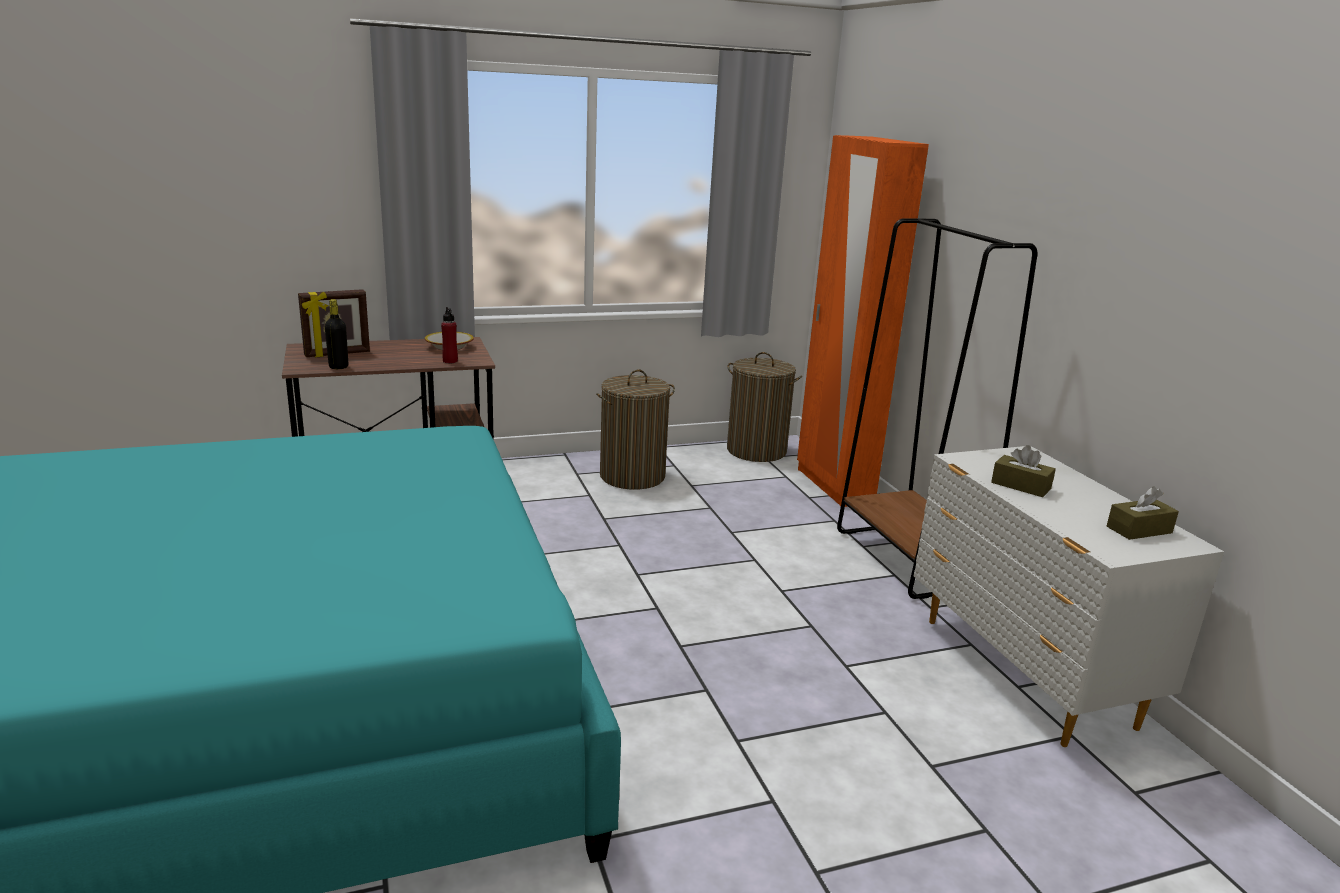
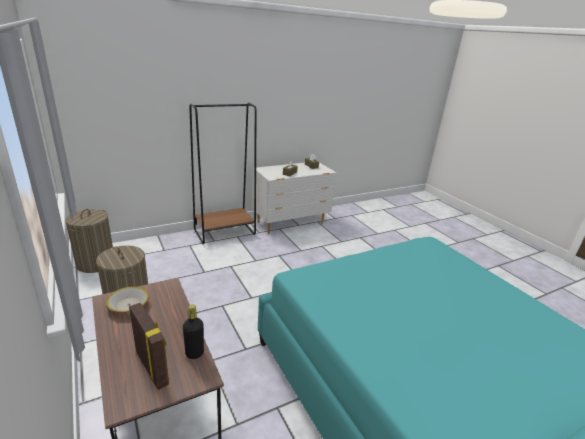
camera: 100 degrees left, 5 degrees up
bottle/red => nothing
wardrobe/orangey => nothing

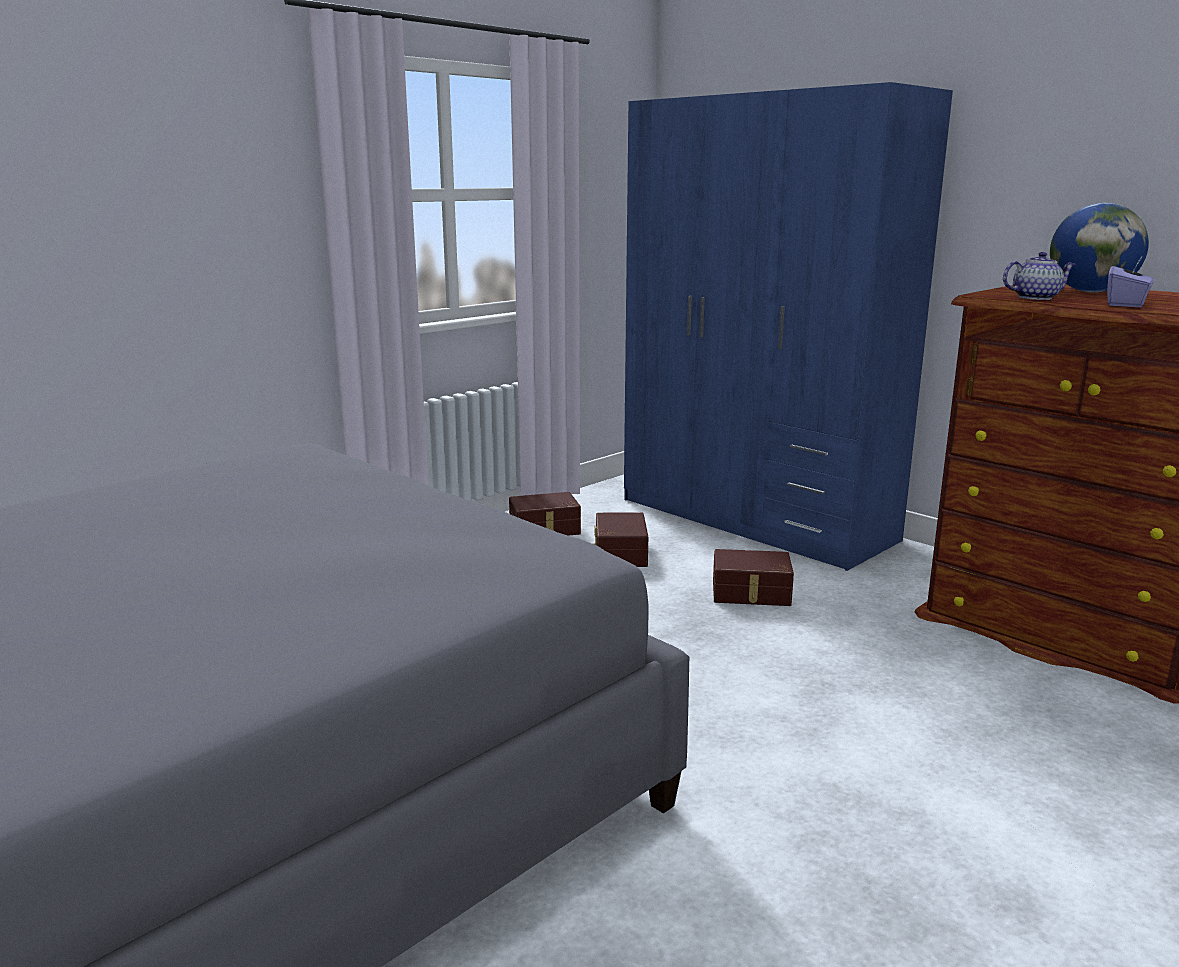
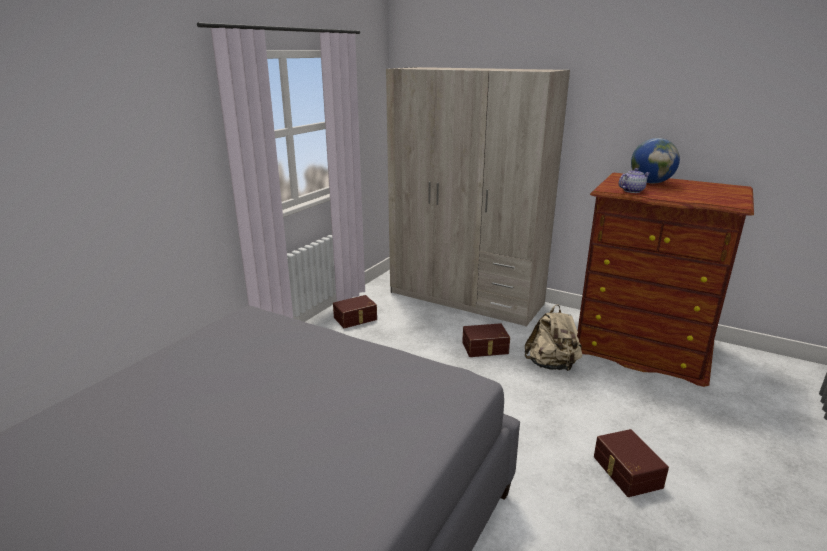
camera: 15 degrees left, 5 degrees up
tissue holder/purplish => nothing
nothing => knapsack/beige-coloured
storage bin/brownish (2nd from left in the first image) => storage bin/brownish (3rd from left), move
wardrobe/blue => wardrobe/beige-coloured

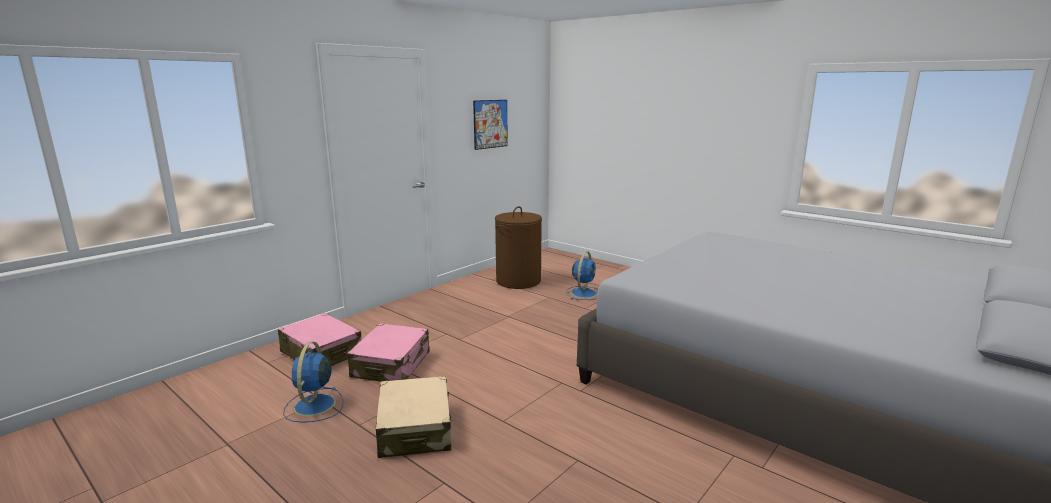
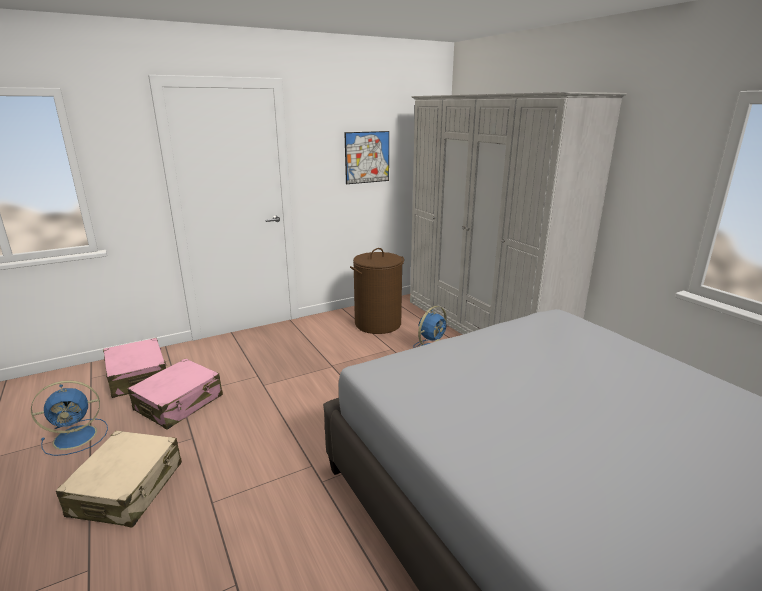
camera: 20 degrees right, 5 degrees up
nothing => wardrobe/whitish
cooling fan/blue (1st from left), 135 degrees counterclockwise

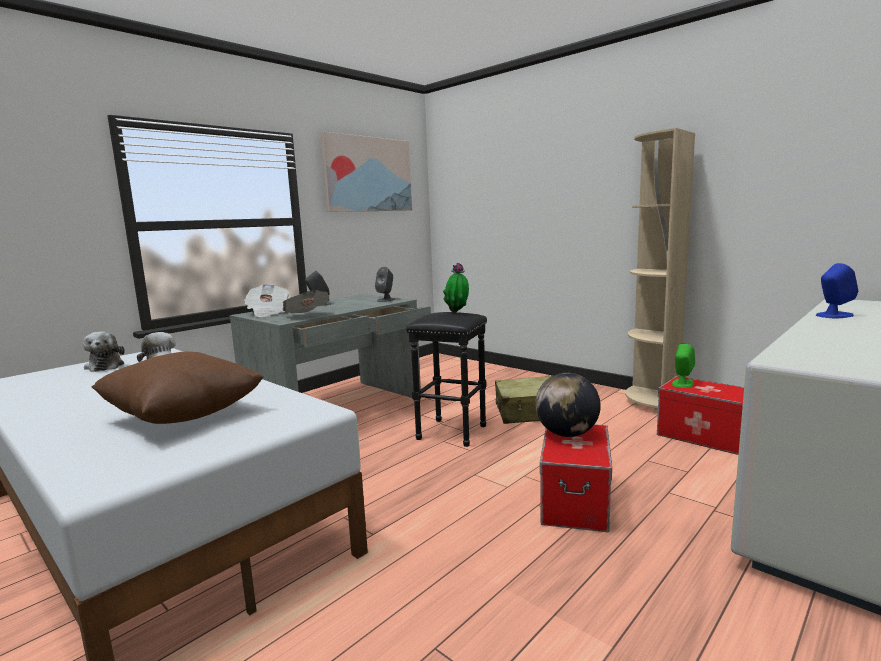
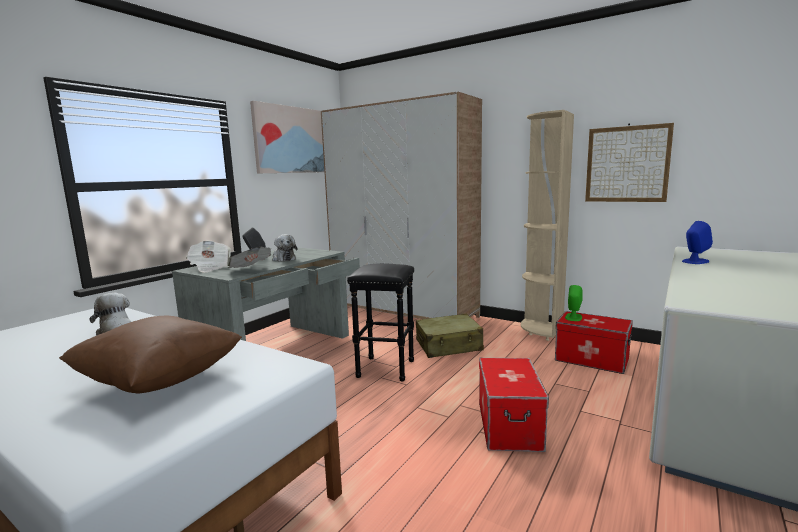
camera: 10 degrees left, 0 degrees up
audio speaker/grey (2nd from left) => nothing
houseplant => nothing
world globe => nothing
nothing => wardrobe/whitish
nothing => wall art (2nd from left)
soft toy (1st from left in the first image) => soft toy (2nd from left), move

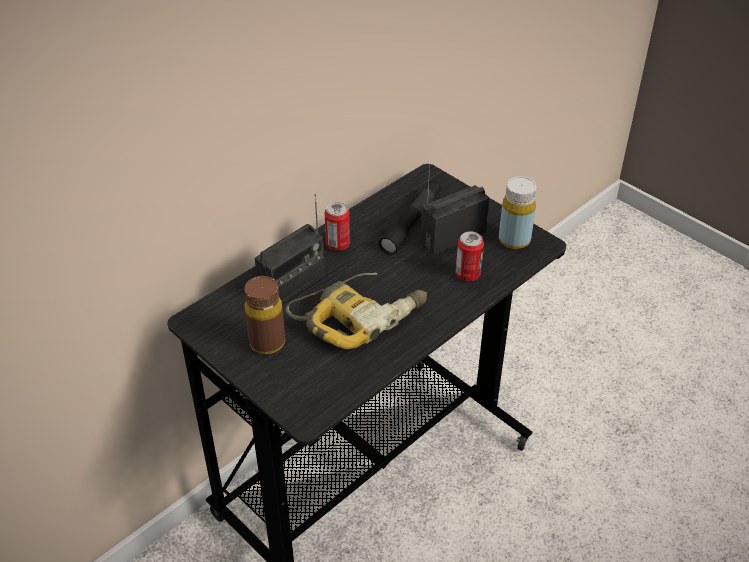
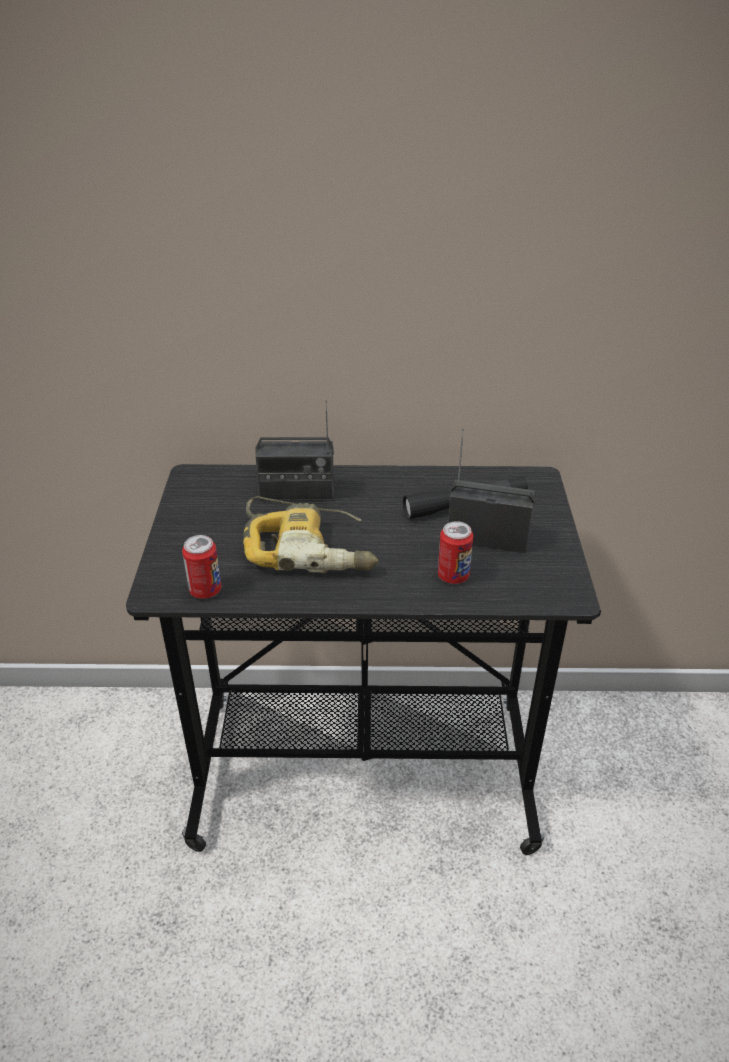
camera: 45 degrees right, 5 degrees down
bottle/brownish => nothing
bottle/yellow => nothing
metal can (1st from left), move

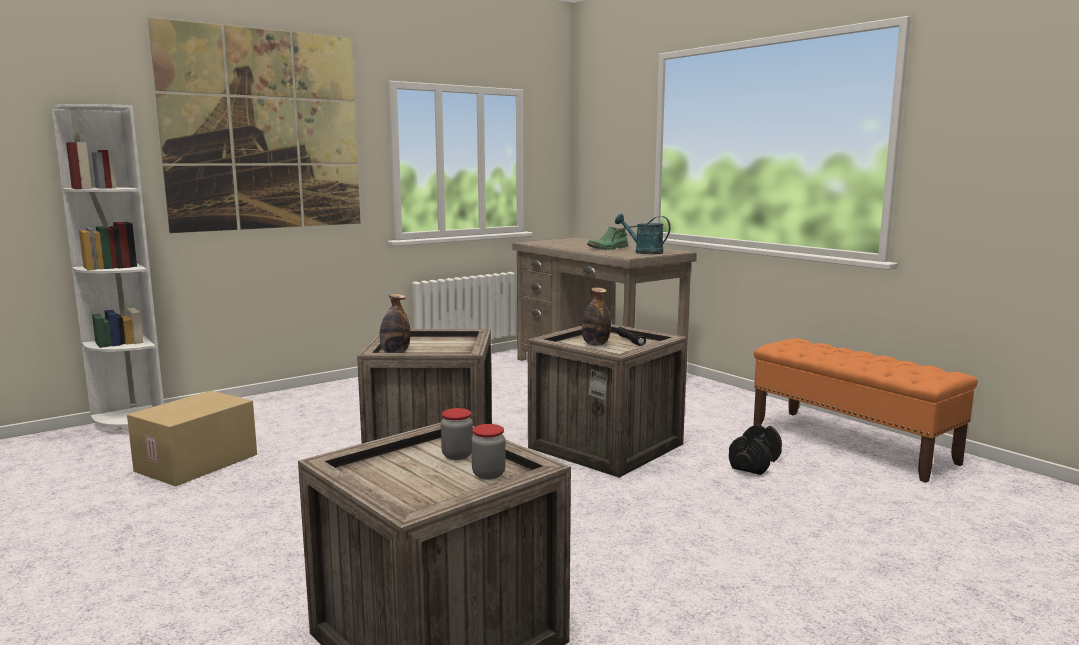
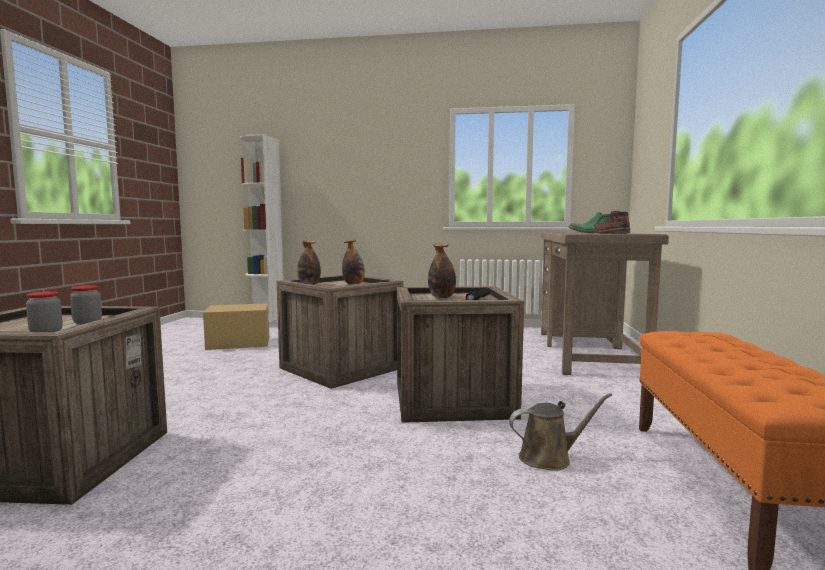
camera: 45 degrees right, 5 degrees down
wall art => nothing
nothing => bottle (2nd from left)
sprinkling can/turquoise-coloured => boot/brownish
hand weight/blackish => sprinkling can/brownish

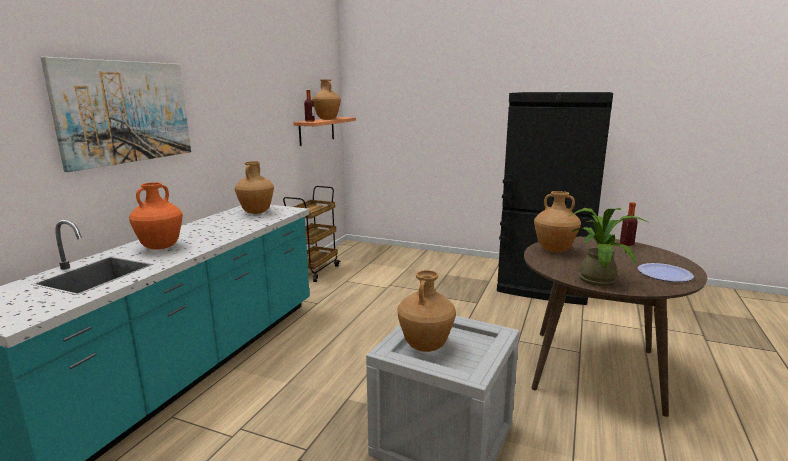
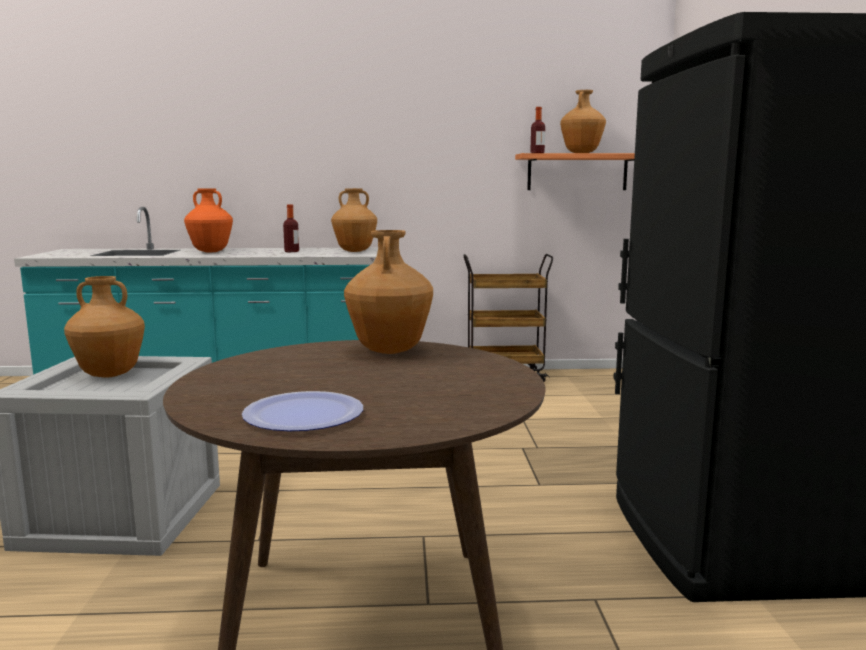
camera: 65 degrees right, 5 degrees down
wall art => nothing
houseplant => nothing
bottle (2nd from left in the first image) => bottle (1st from left), move

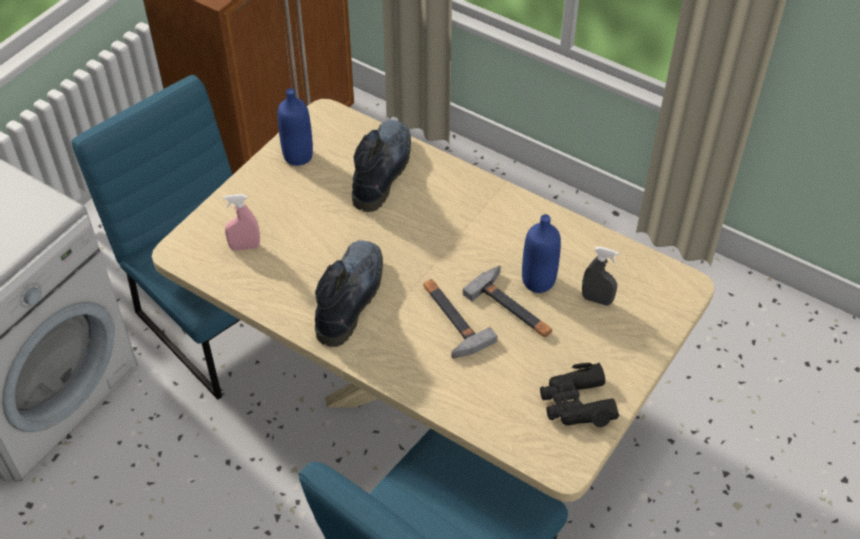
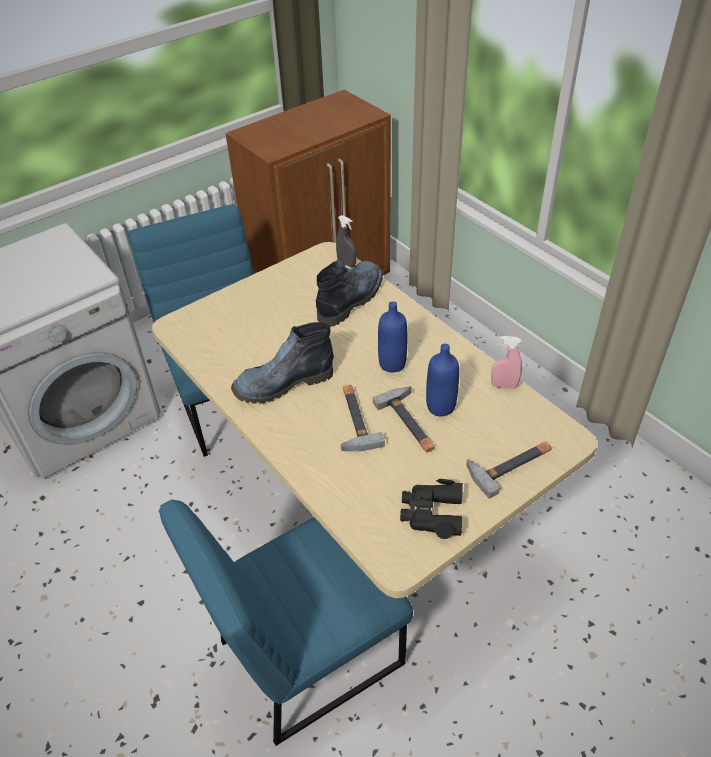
camera: 20 degrees right, 5 degrees down
nothing => hammer (3rd from left)
hand sprayer/pinkish, move
bottle/blue (1st from left), move
hand sprayer/grey, move
boot (1st from left), 150 degrees counterclockwise

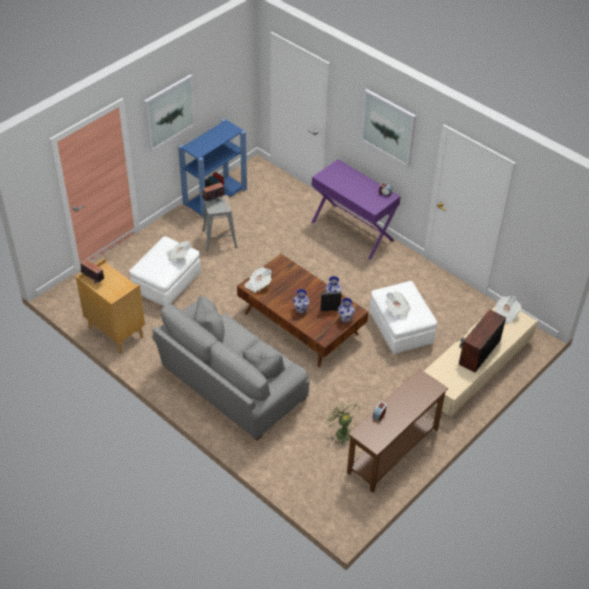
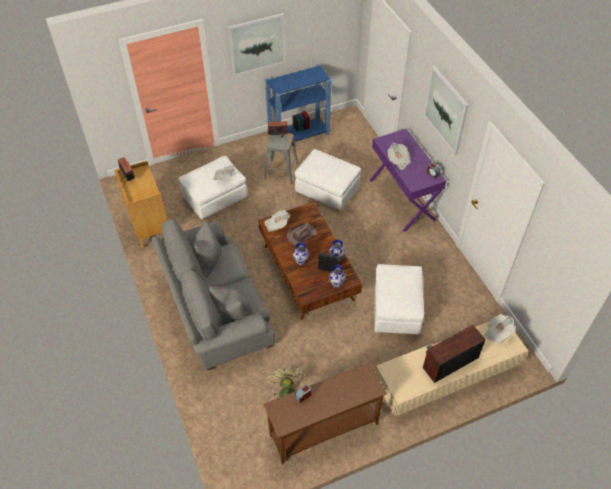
camera: 25 degrees right, 5 degrees up
nothing => hat/brownish
nothing => pouffe/whitish (2nd from left)
printed paper (3rd from left), move

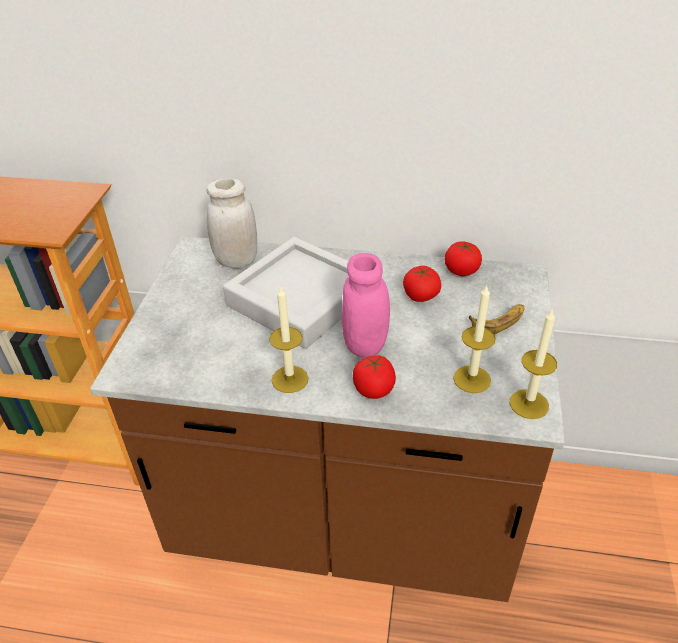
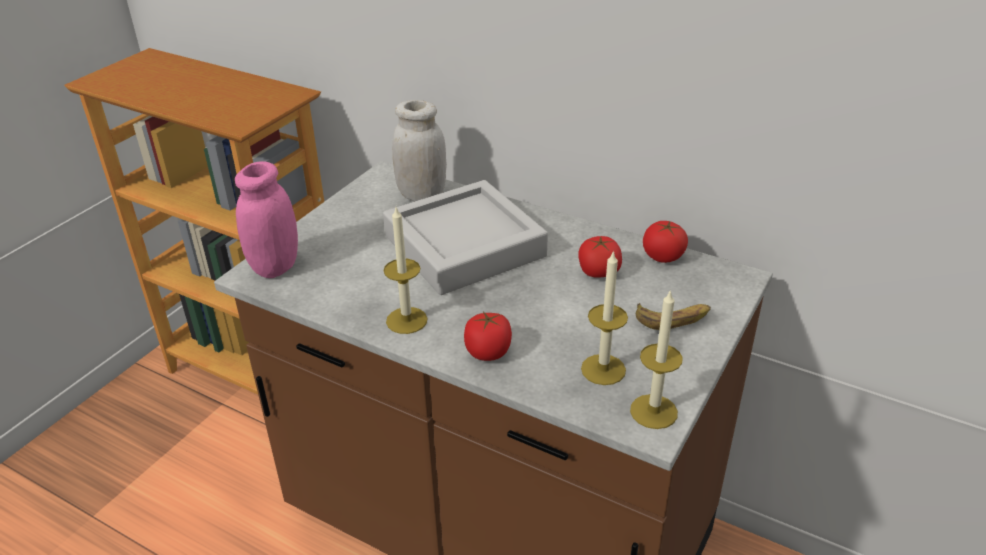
camera: 20 degrees right, 5 degrees down
preserve jar/pinkish, move

